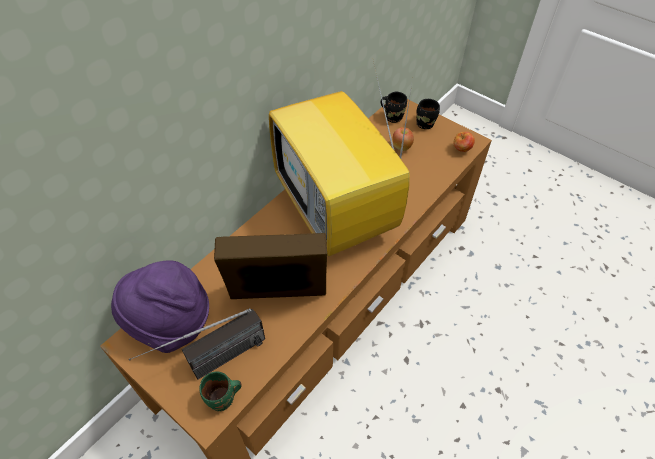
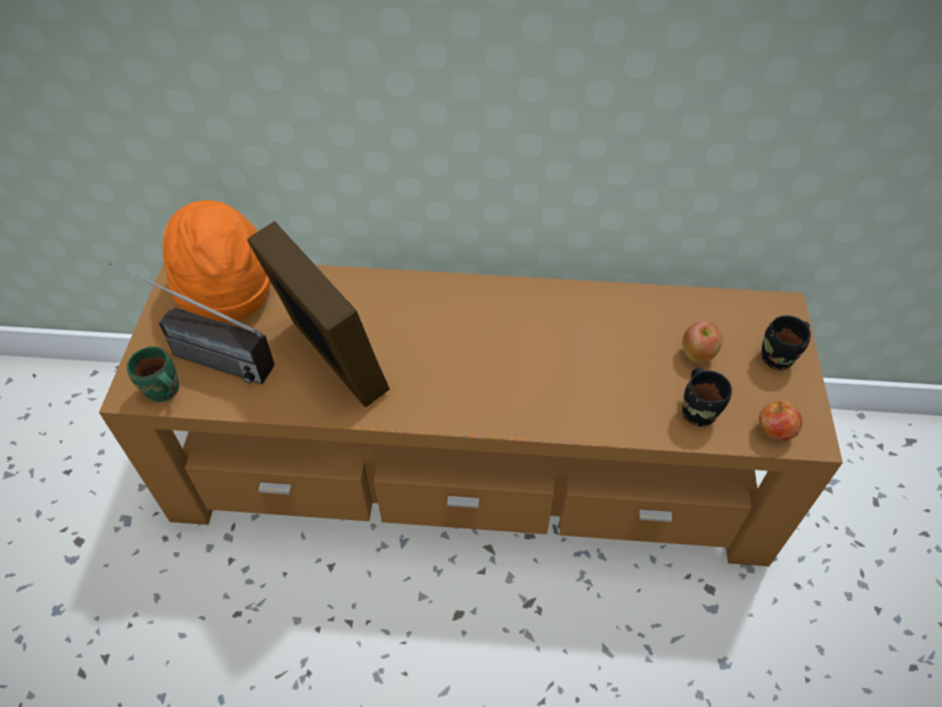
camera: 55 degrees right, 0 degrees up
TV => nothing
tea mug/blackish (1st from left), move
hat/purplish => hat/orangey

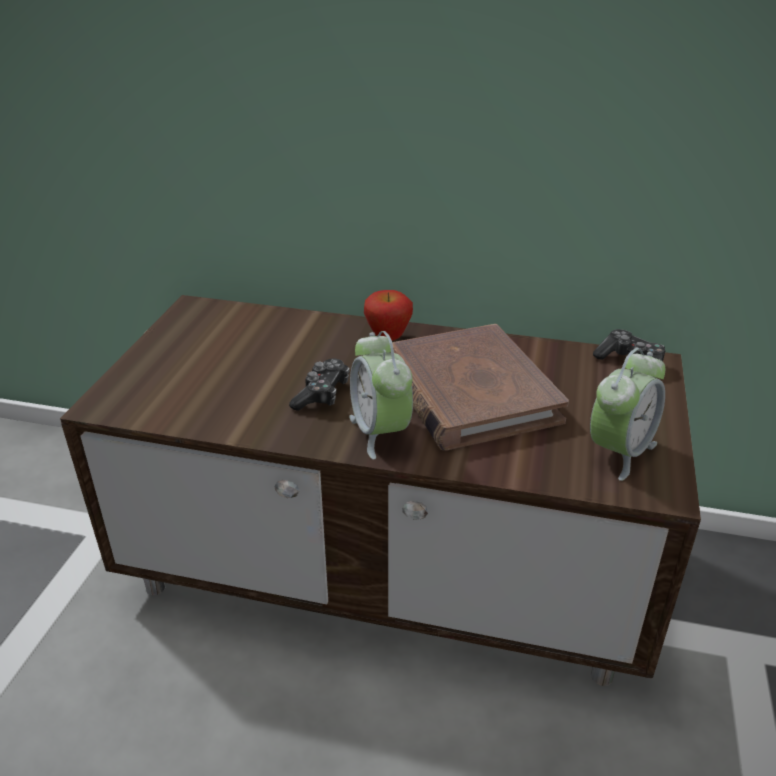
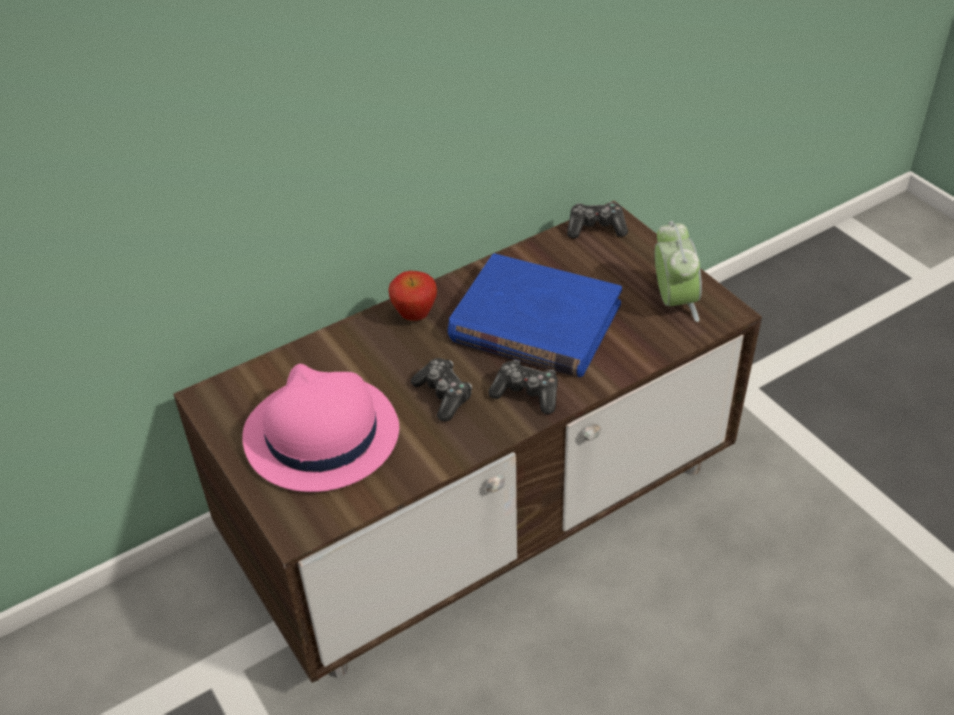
camera: 45 degrees left, 10 degrees up
nothing => hat/pinkish
bedside clock (1st from left) => game controller (2nd from left)
book/brownish => book/blue

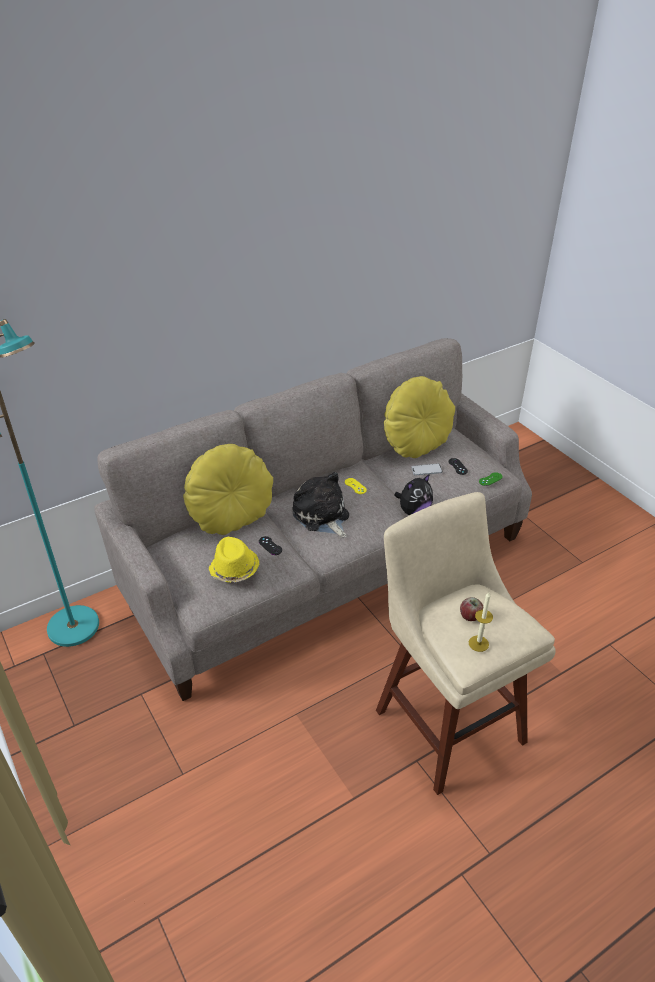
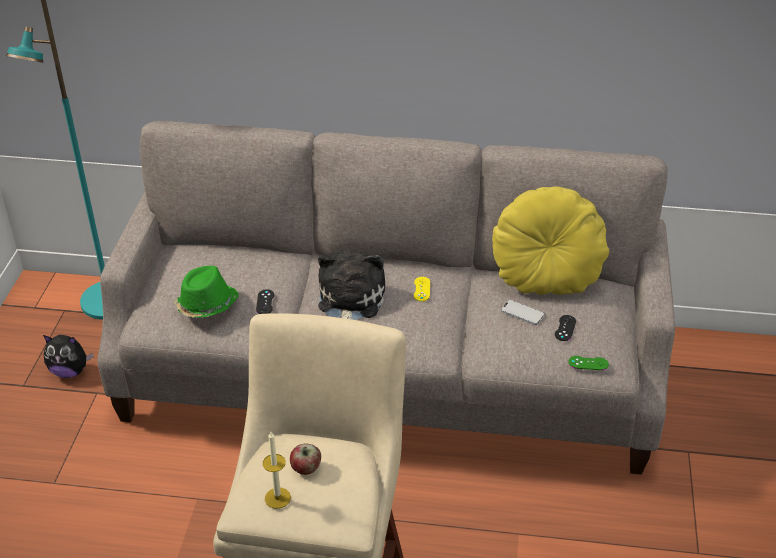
camera: 40 degrees right, 0 degrees up
throw pillow/yellow (1st from left) => nothing
soft toy (2nd from left in the first image) => soft toy (1st from left), move
hat/yellow => hat/green-coloured

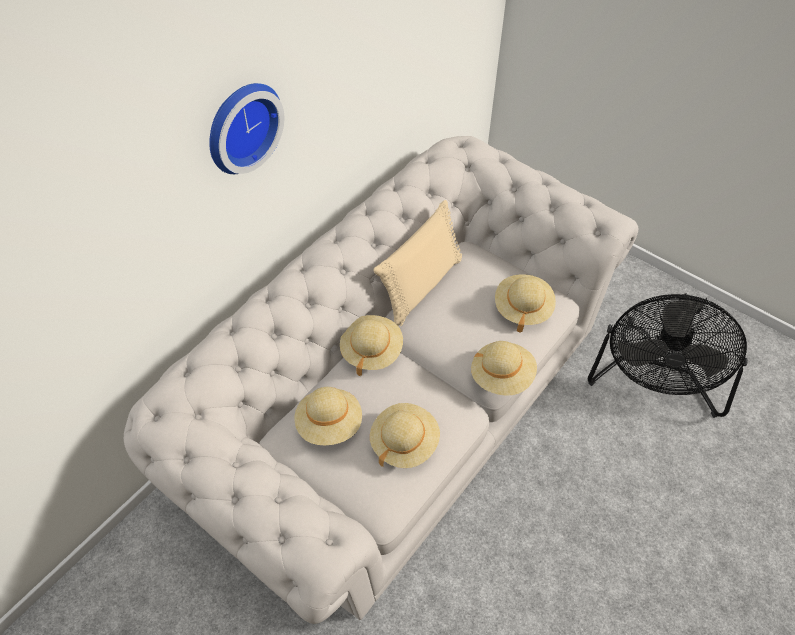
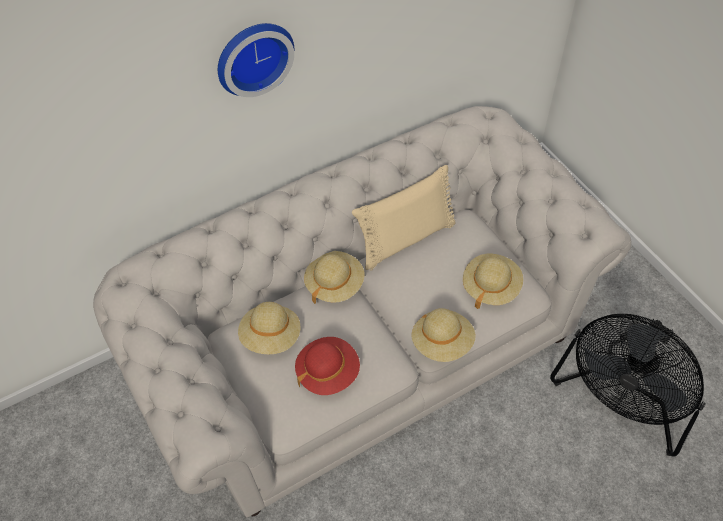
camera: 20 degrees right, 0 degrees up
hat/beige-coloured (3rd from left) => hat/red

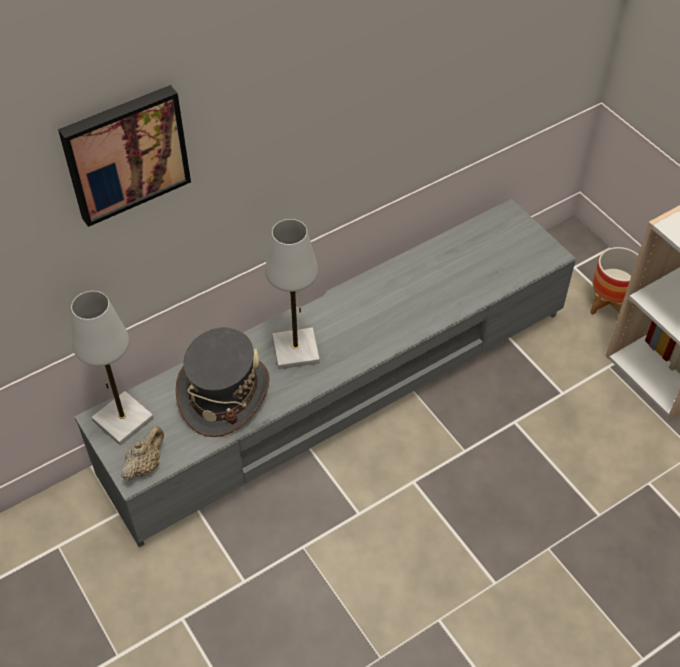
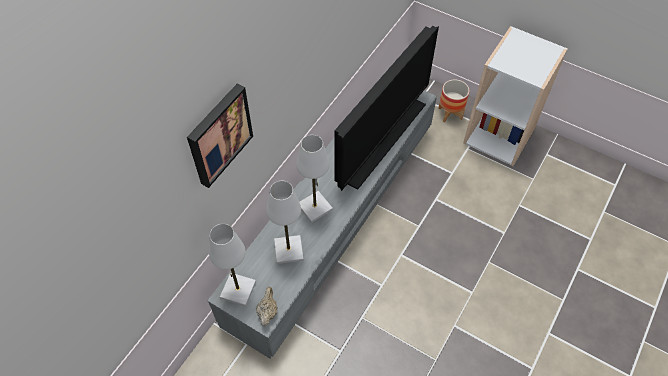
camera: 25 degrees left, 5 degrees up
nothing => TV
hat/grey => table lamp/whitish (2nd from left)

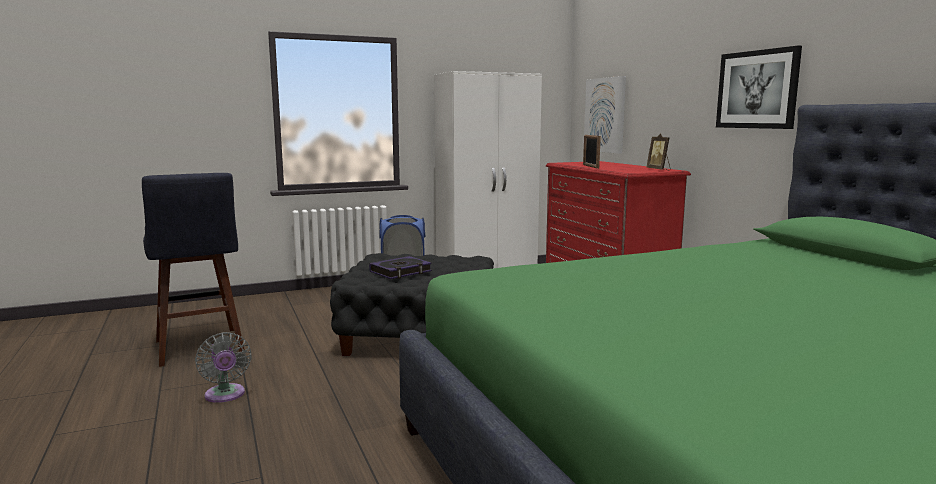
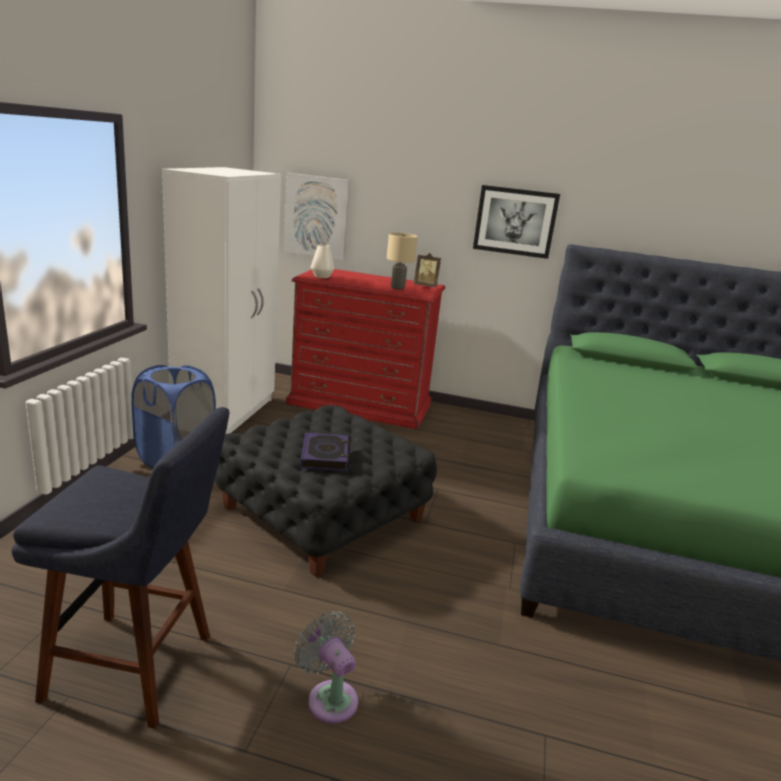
camera: 55 degrees left, 10 degrees up
standing frame (1st from left) => nothing
nothing => decorative vase/whitish
nothing => table lamp/beige-coloured
cooling fan/grey, 135 degrees counterclockwise

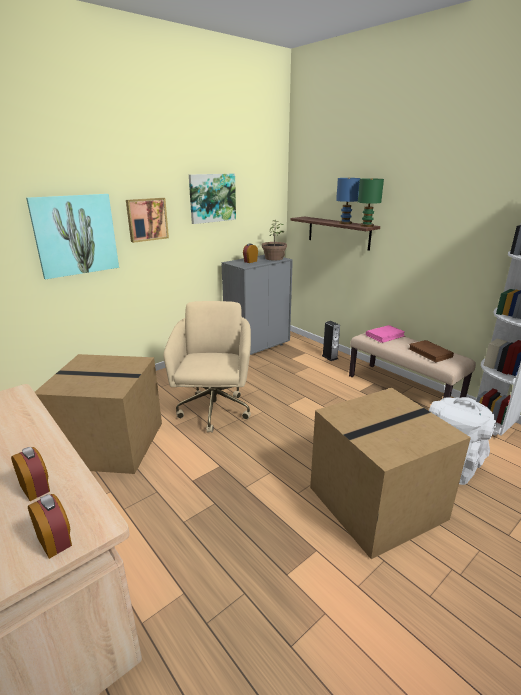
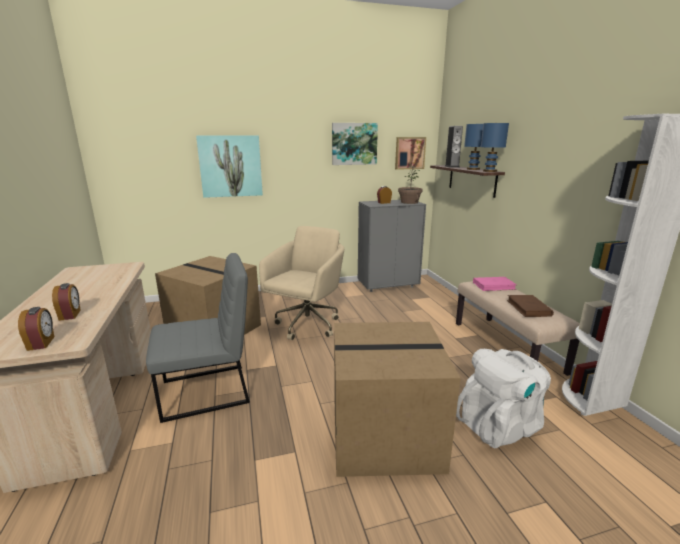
camera: 25 degrees right, 5 degrees down
nothing => plain chair/grey
wall art (2nd from left in the first image) => wall art (3rd from left), move
audio speaker, move
table lamp/green-coloured => table lamp/blue (2nd from left)

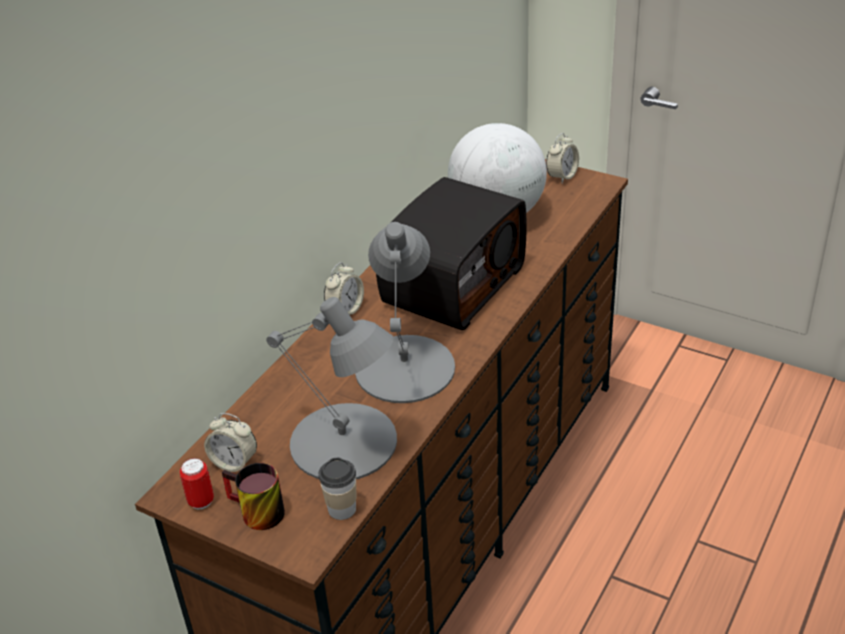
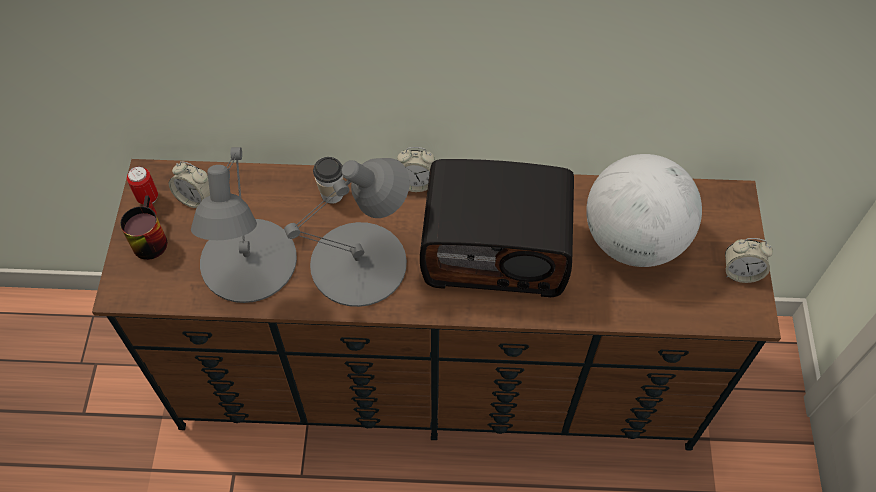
camera: 60 degrees right, 20 degrees up
drinking cup, move
bedside clock (1st from left), 60 degrees counterclockwise

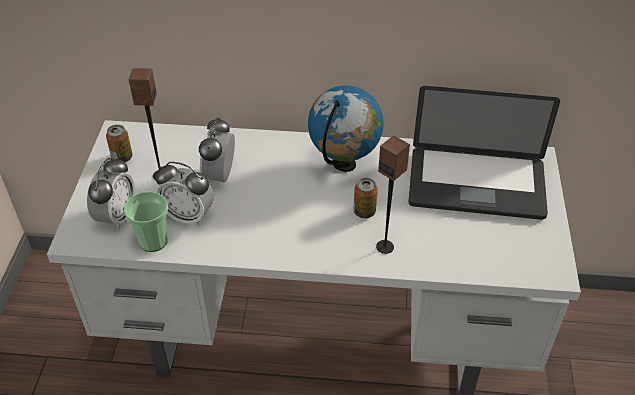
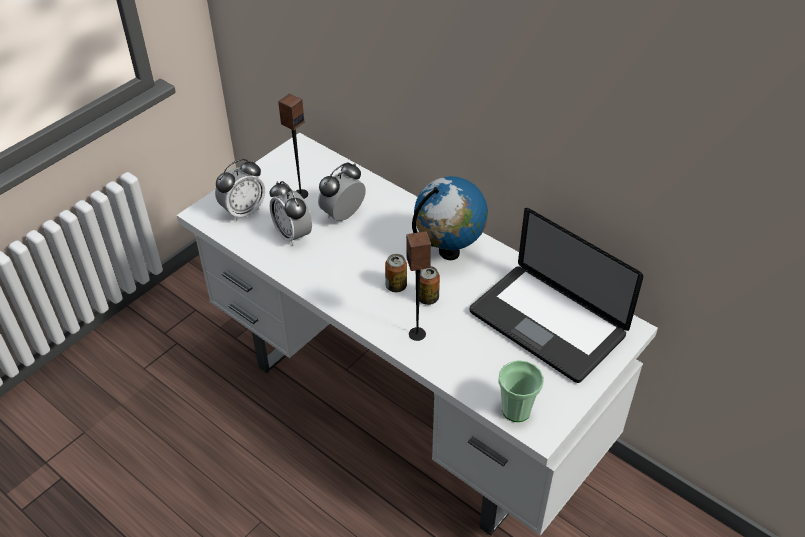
camera: 35 degrees right, 0 degrees up
metal can (1st from left), move
drinking cup, move

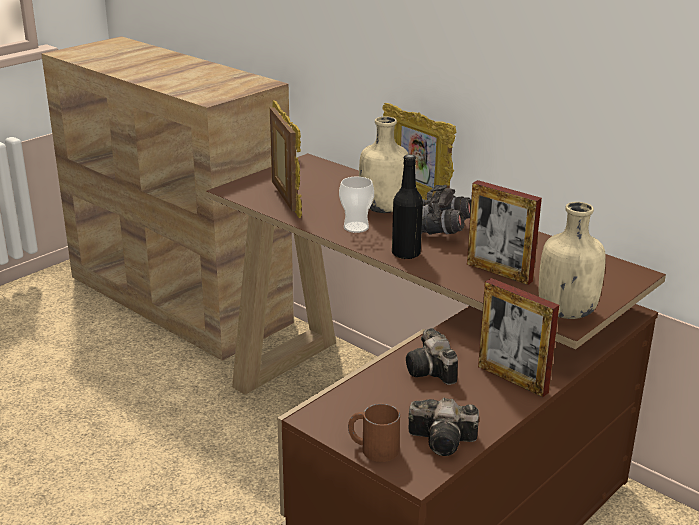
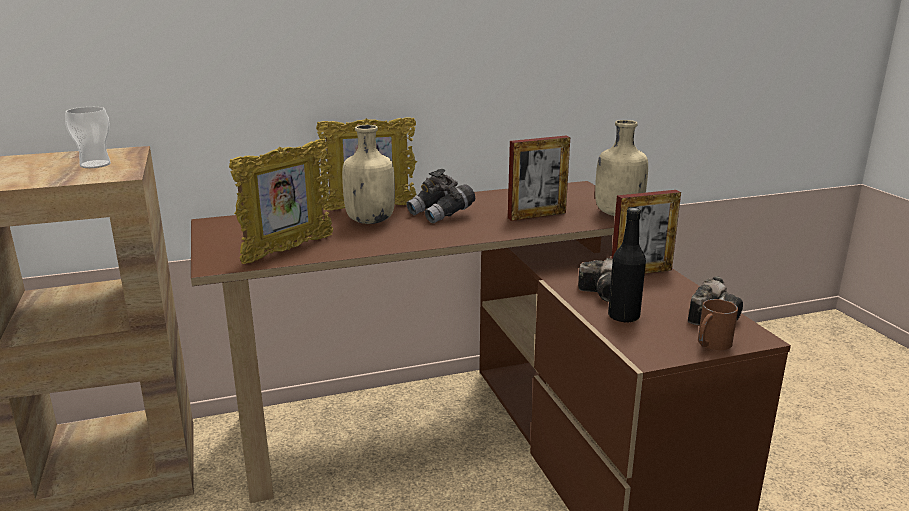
camera: 60 degrees left, 5 degrees down
drinking cup, move
bottle/blackish, move
standing frame (1st from left), 120 degrees clockwise

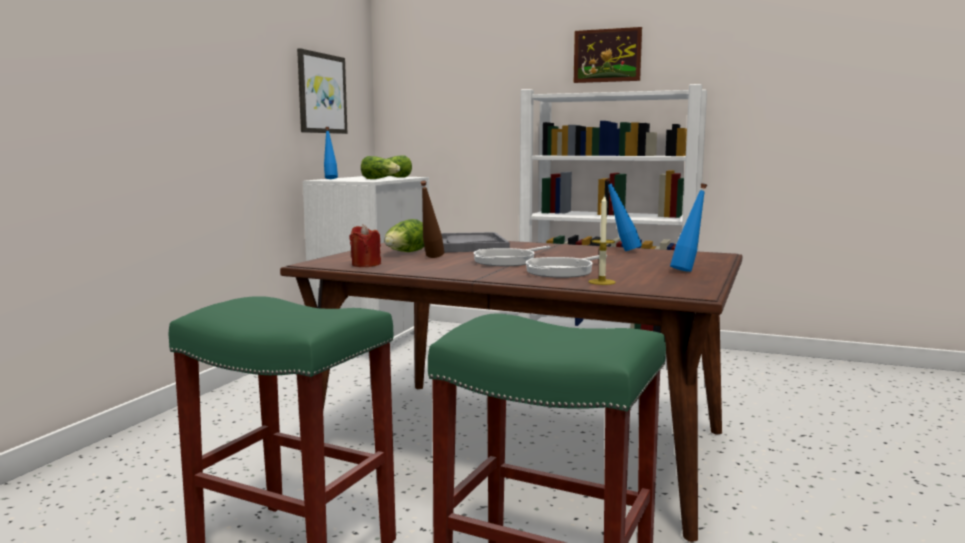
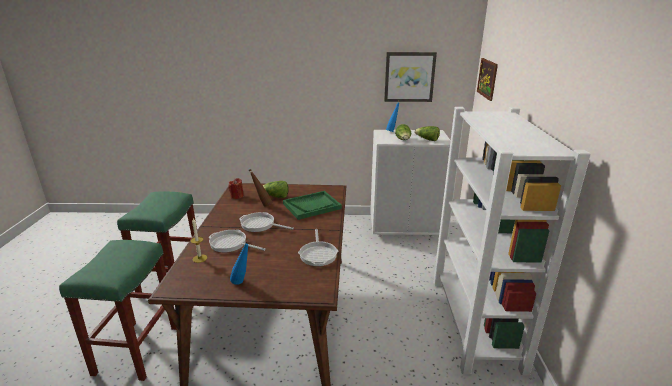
camera: 70 degrees right, 15 degrees up
wall art (2nd from left), move
bottle/blue (2nd from left) => frying pan (3rd from left)
tray/grey => tray/green-coloured

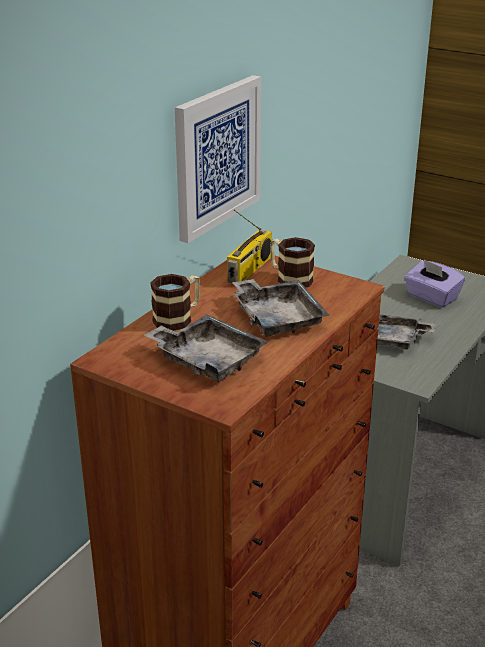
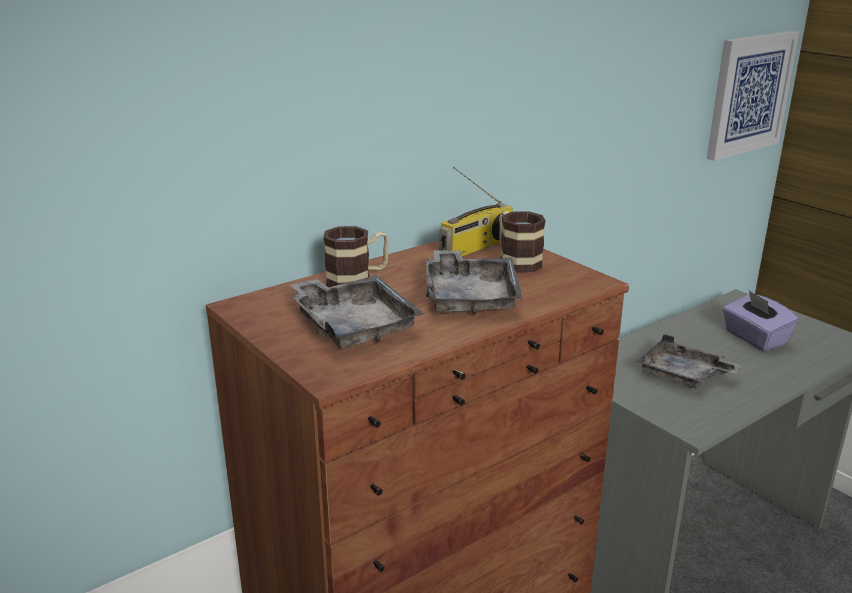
camera: 20 degrees right, 5 degrees down
wall art, move

